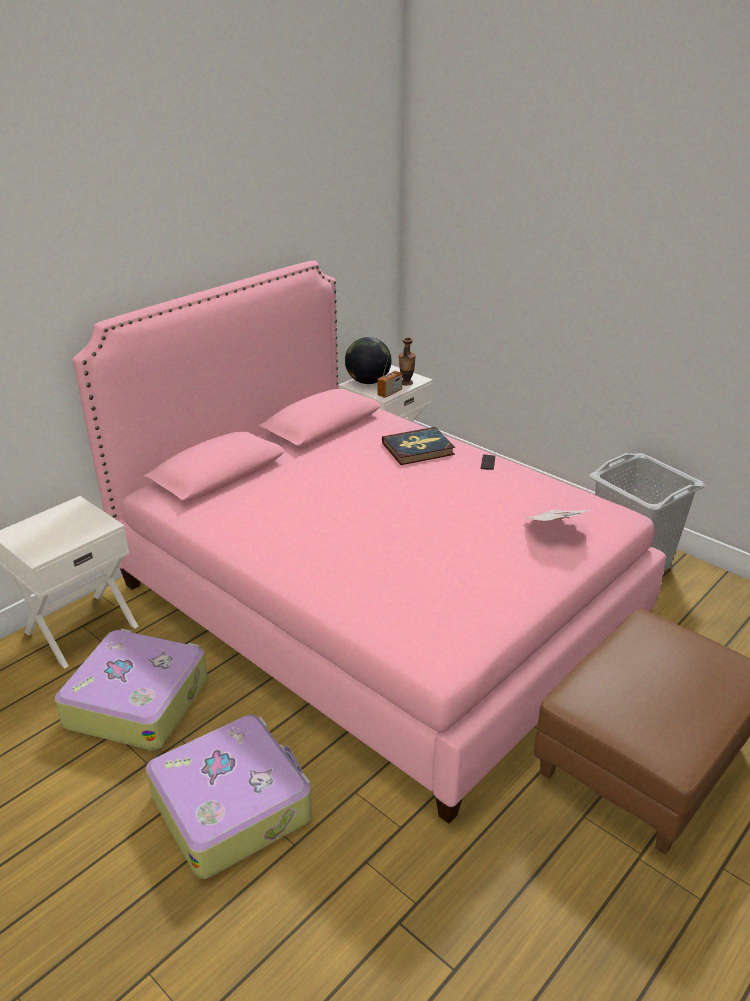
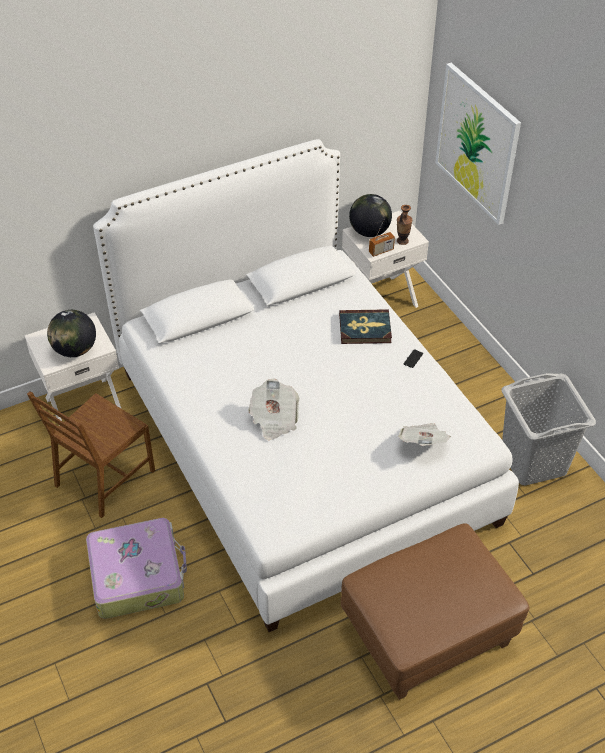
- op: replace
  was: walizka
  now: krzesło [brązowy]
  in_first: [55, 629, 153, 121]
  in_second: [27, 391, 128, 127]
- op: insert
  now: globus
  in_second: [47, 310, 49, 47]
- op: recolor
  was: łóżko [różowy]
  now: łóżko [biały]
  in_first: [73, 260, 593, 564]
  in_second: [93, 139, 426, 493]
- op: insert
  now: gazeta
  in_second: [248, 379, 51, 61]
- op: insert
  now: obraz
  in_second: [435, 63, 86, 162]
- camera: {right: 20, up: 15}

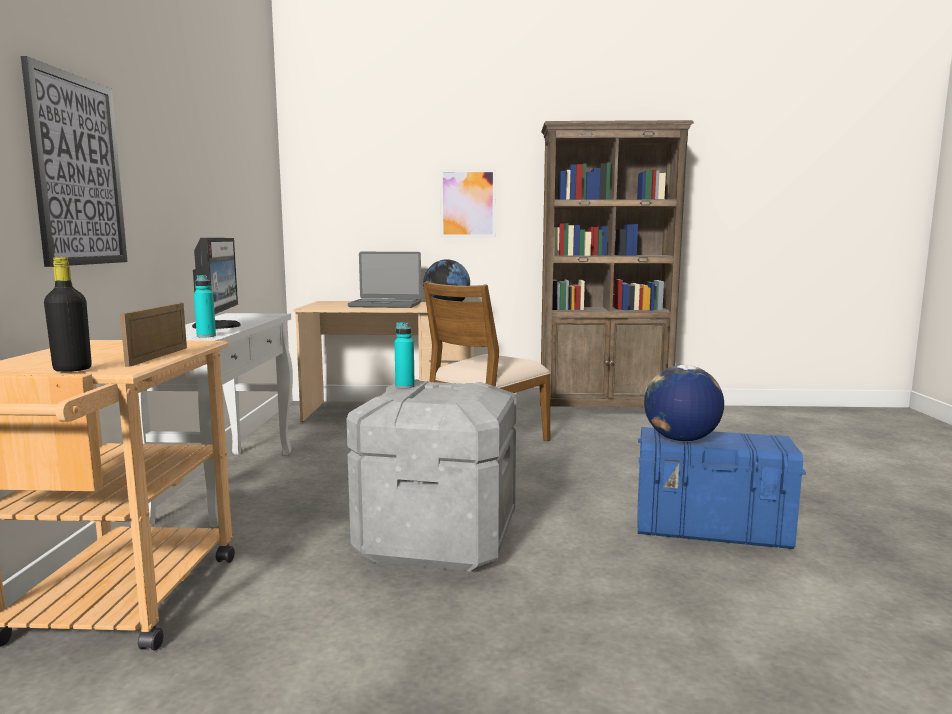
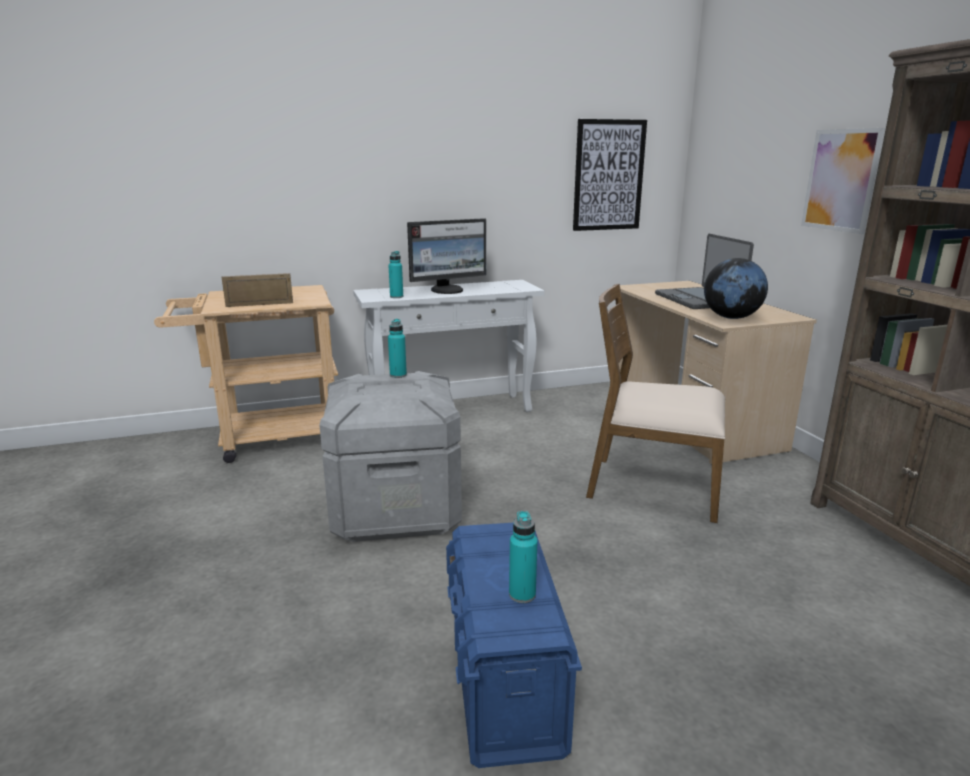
- op: insert
  now: butelka [turkusowy]
  in_second: [509, 511, 29, 92]
- op: move
  was: obraz
  in_first: [21, 56, 106, 211]
  in_second: [573, 119, 74, 112]
- op: delete
  was: butelka [czarny]
  in_first: [44, 257, 48, 115]
- op: delete
  was: globus
  in_first: [644, 365, 80, 77]
- camera: {right: 70, up: 10}

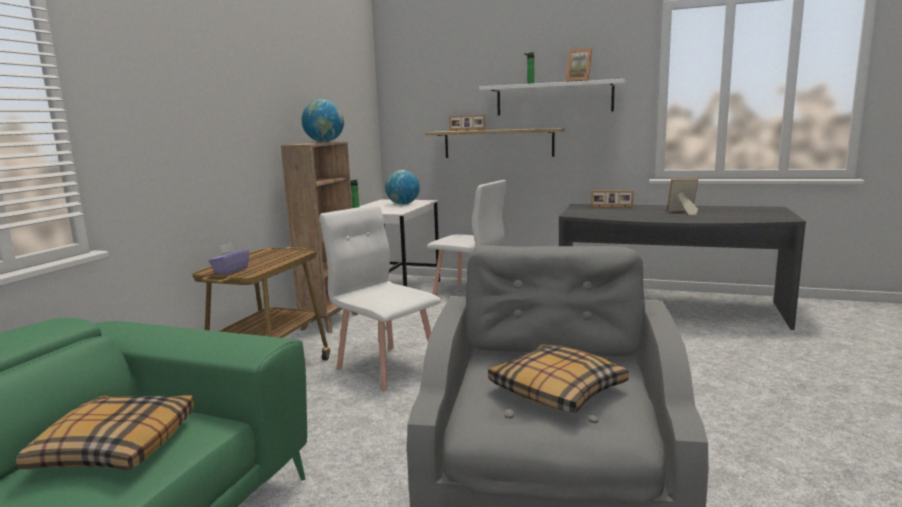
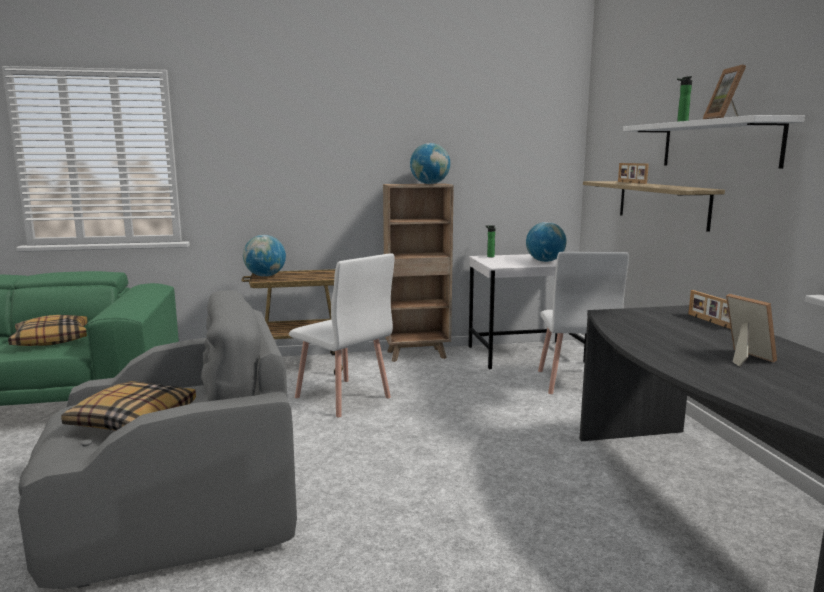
- op: replace
  was: pudełko chusteczek [fioletowy]
  now: globus
  in_first: [209, 243, 40, 31]
  in_second: [243, 235, 43, 42]
- op: rotate
  was: krzesło [biały]
  in_first: [320, 205, 121, 186]
  in_second: [289, 253, 106, 164]
  clockwise: 120
- camera: {right: 60, up: 0}

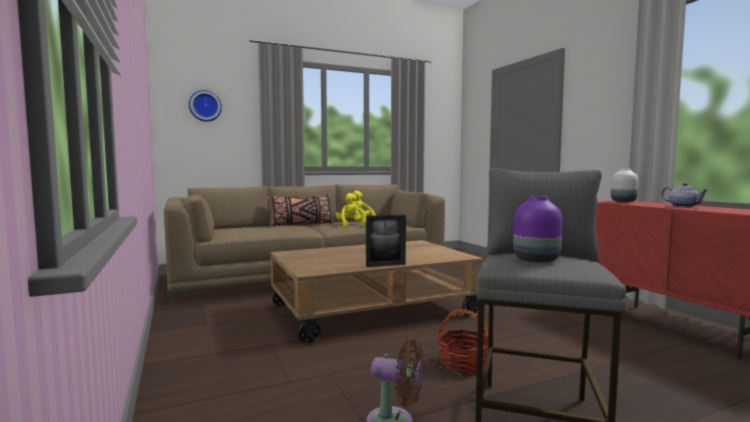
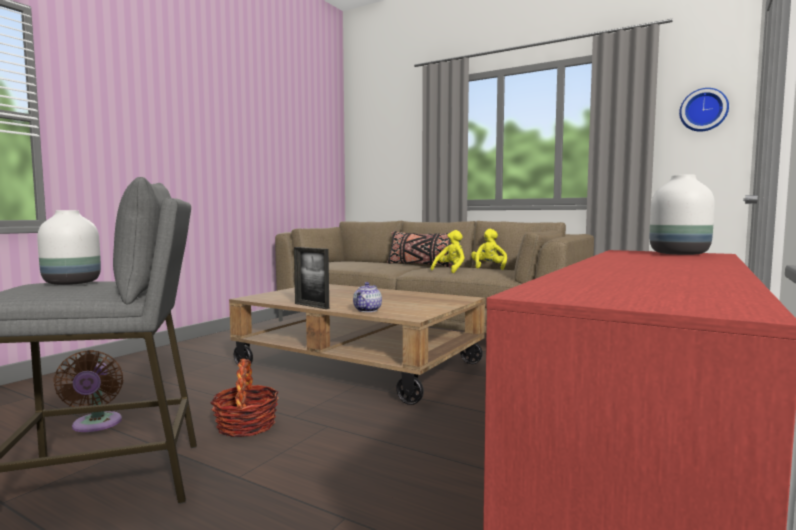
- op: recolor
  was: wazon [fioletowy]
  now: wazon [biały]
  in_first: [513, 196, 50, 66]
  in_second: [37, 210, 64, 75]
- op: move
  was: imbryk
  in_first: [662, 183, 46, 25]
  in_second: [353, 282, 29, 30]
- op: move
  was: zegar ścienny
  in_first: [189, 90, 33, 32]
  in_second: [679, 88, 50, 44]
- camera: {right: 55, up: 0}

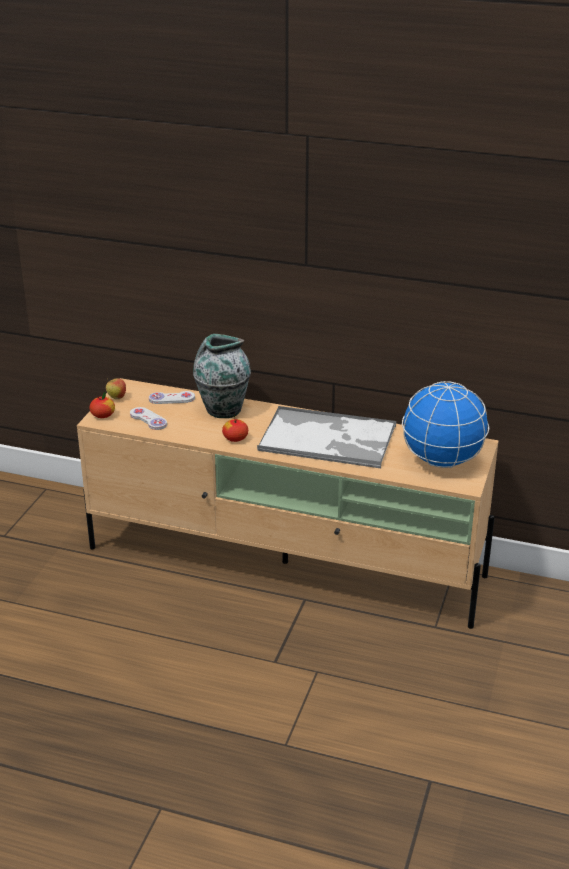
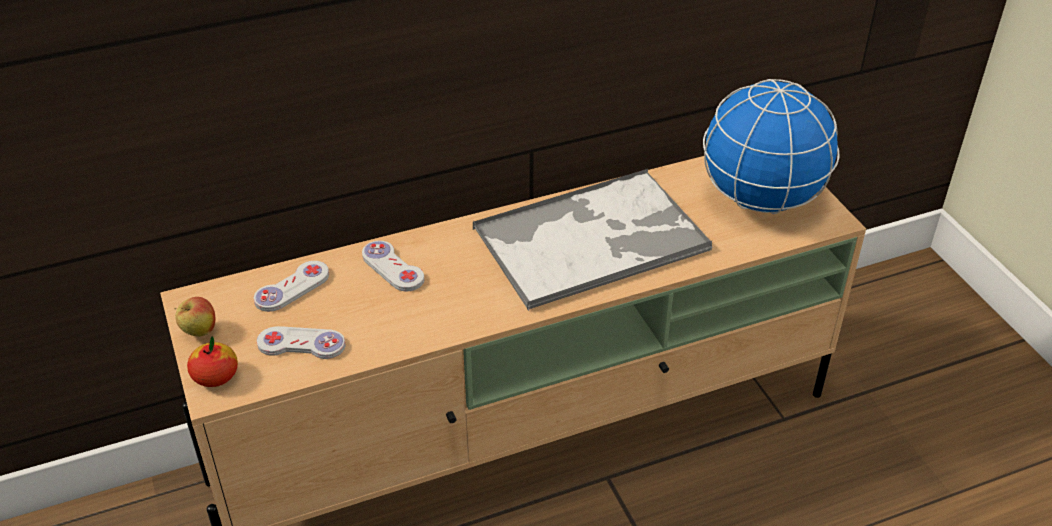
- op: replace
  was: wazon
  now: pad do gier [biały]
  in_first: [193, 334, 58, 84]
  in_second: [362, 241, 62, 50]
- op: delete
  was: jabłko
  in_first: [222, 419, 26, 23]
- camera: {right: -40, up: 10}

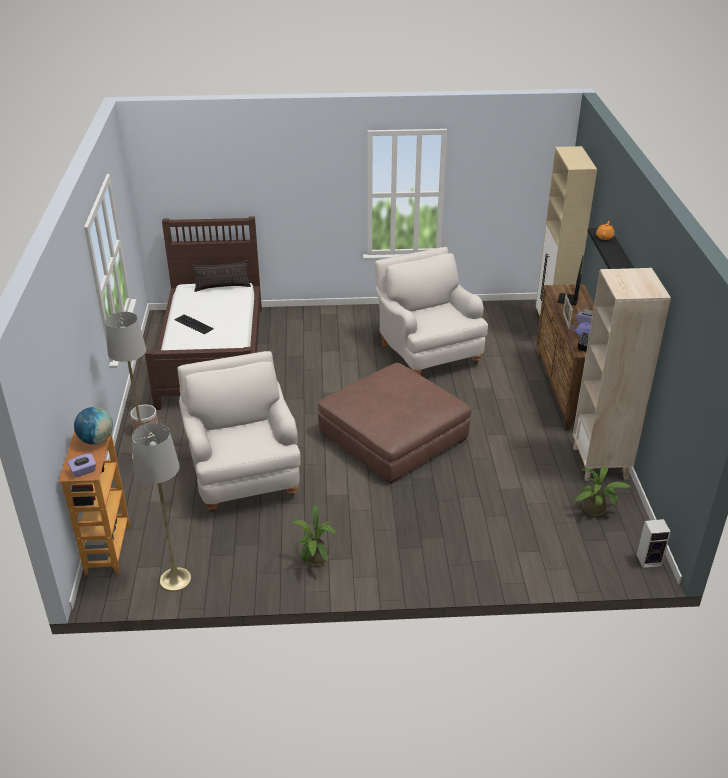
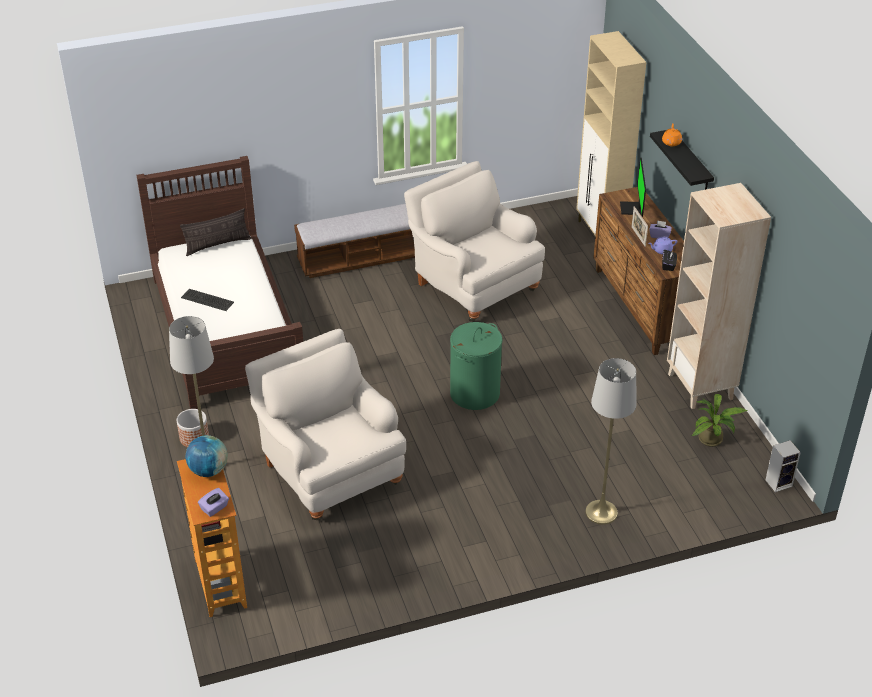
- op: insert
  now: ławka
  in_second: [294, 204, 121, 74]
- op: replace
  was: pufa [brązowy]
  now: kosz na pranie [zielony]
  in_first: [318, 363, 153, 120]
  in_second: [450, 322, 53, 88]
- op: move
  was: lampa stojąca [szary]
  in_first: [132, 423, 60, 169]
  in_second: [585, 358, 51, 167]
- op: delete
  was: roślina doniczkowa
  in_first: [291, 503, 45, 63]
- camera: {right: -15, up: 5}

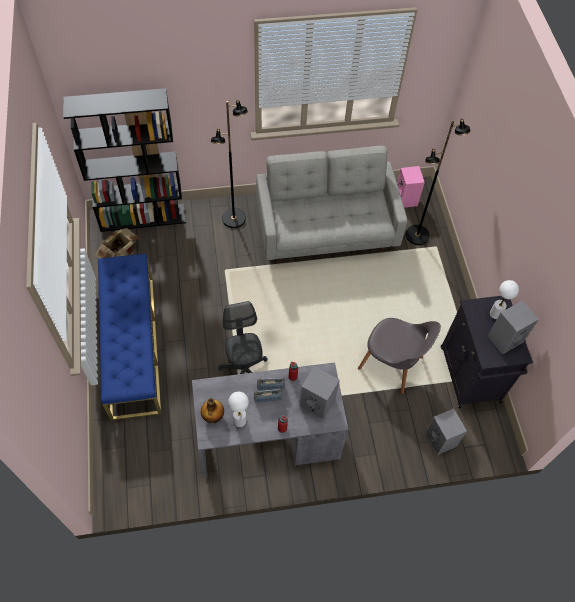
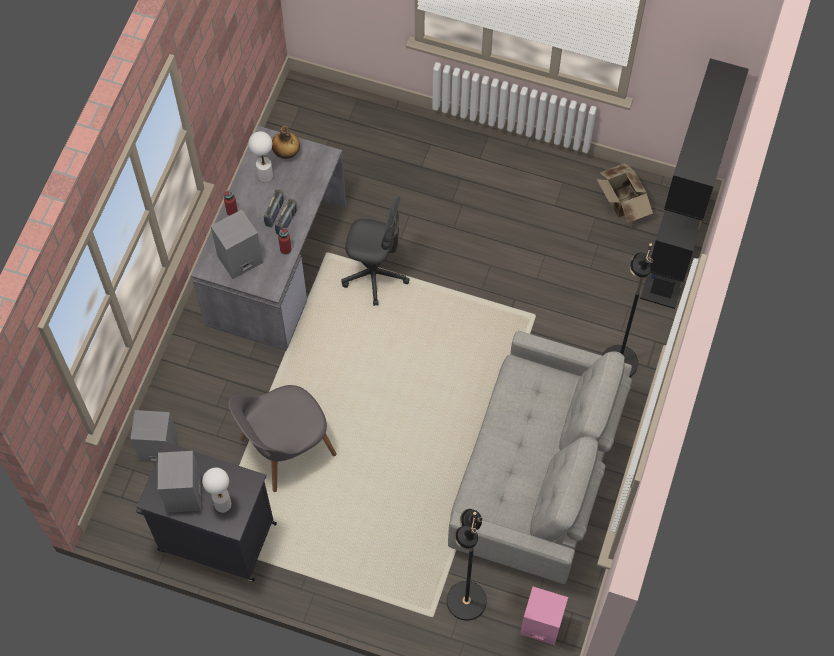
- op: delete
  was: ławka [niebieski]
  in_first: [98, 254, 63, 167]
- camera: {right: 120, up: 5}

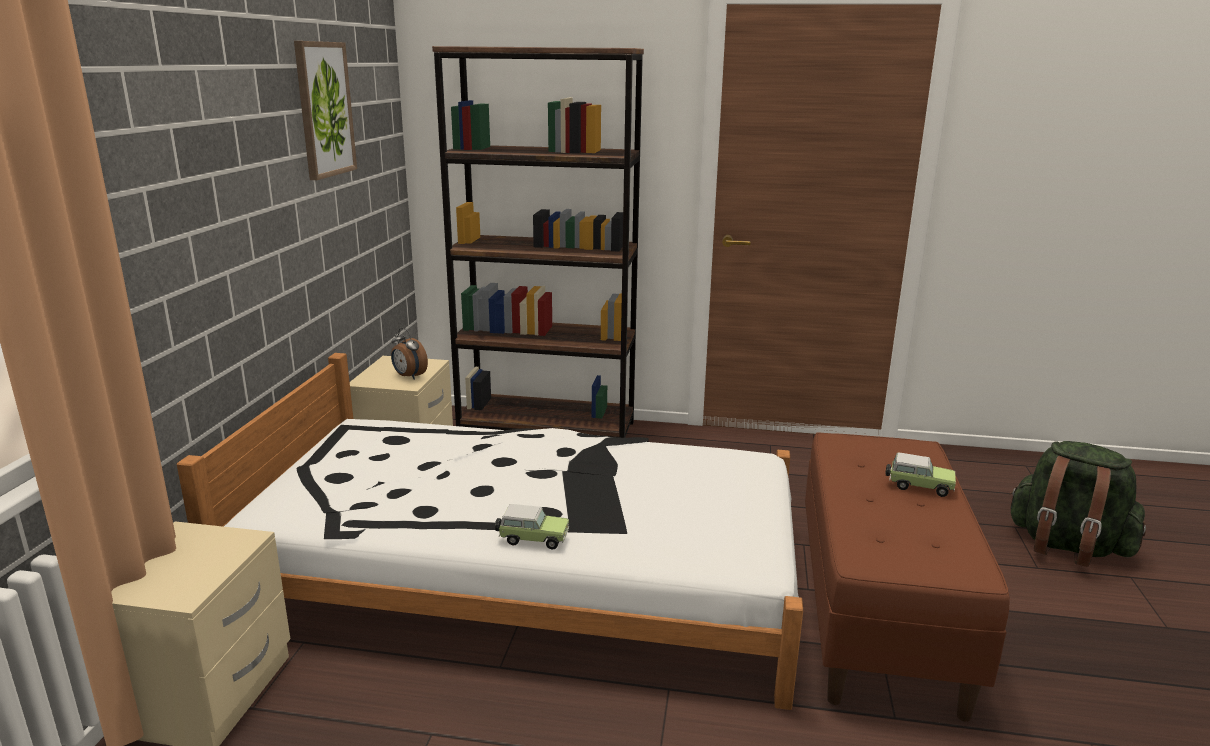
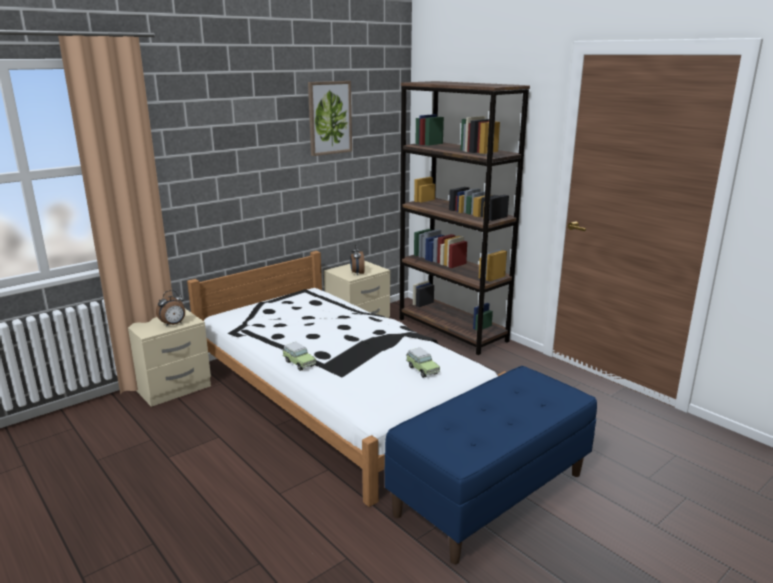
- op: insert
  now: budzik
  in_second: [156, 290, 29, 37]
- op: recolor
  was: ławka [brązowy]
  now: ławka [niebieski]
  in_first: [805, 432, 205, 290]
  in_second: [385, 366, 212, 198]
- op: move
  was: samochodzik
  in_first: [885, 453, 71, 44]
  in_second: [406, 347, 34, 31]
- op: delete
  was: plecak [zielony]
  in_first: [1010, 441, 136, 126]
- camera: {right: 40, up: 0}

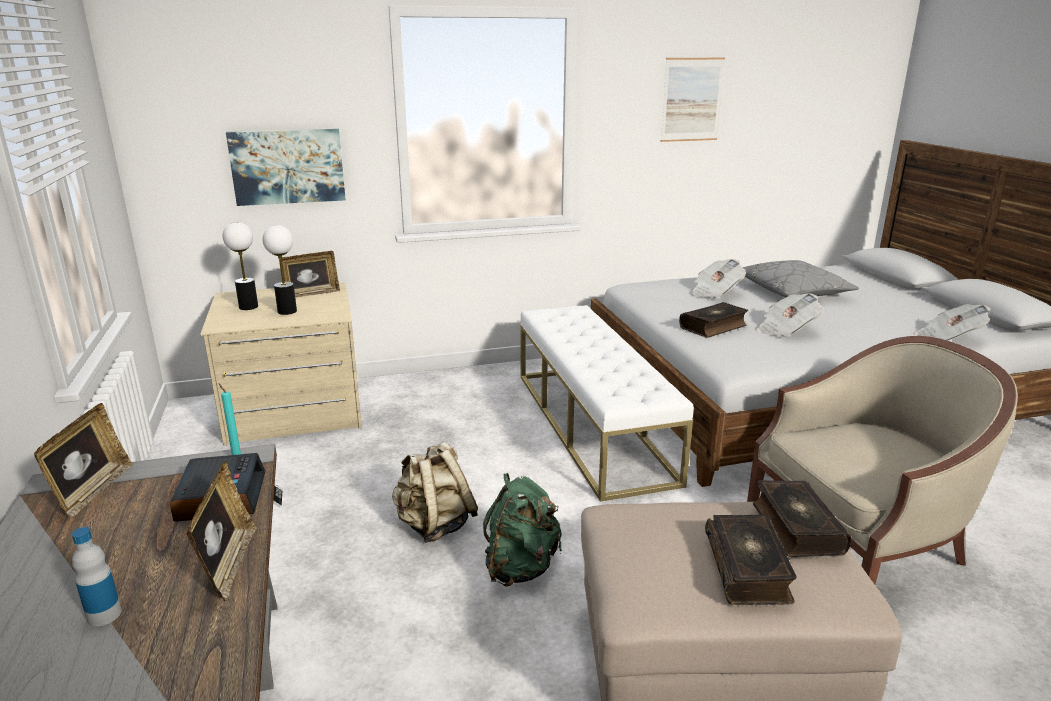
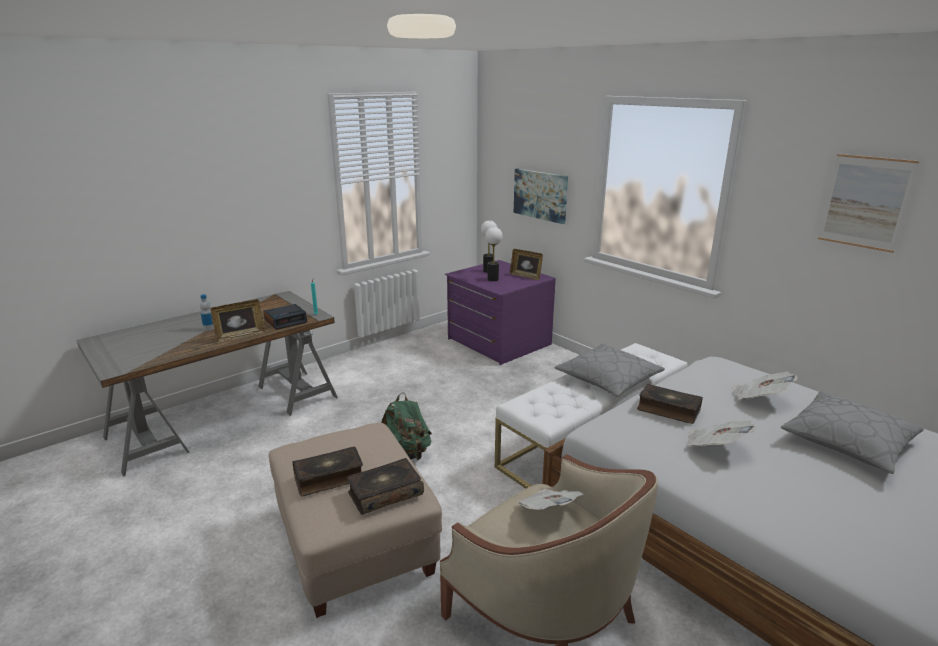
- op: recolor
  was: komoda [beżowy]
  now: komoda [fioletowy]
  in_first: [200, 283, 162, 163]
  in_second: [445, 260, 111, 105]
- op: move
  was: gazeta
  in_first: [914, 304, 77, 36]
  in_second: [516, 489, 68, 21]
- op: insert
  now: poduszka [szary]
  in_second: [554, 344, 111, 53]
- op: delete
  was: ramka na zdjęcie
  in_first: [34, 403, 99, 115]
- op: delete
  was: plecak [beżowy]
  in_first: [392, 441, 86, 102]
- camera: {right: 65, up: 0}

